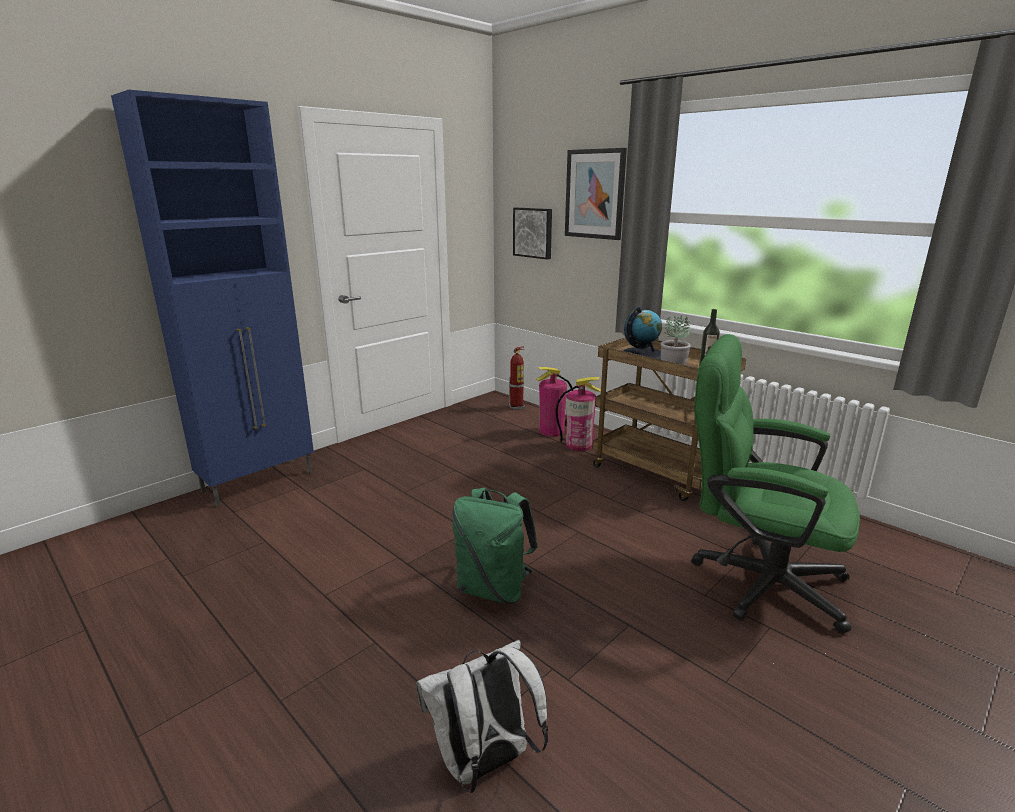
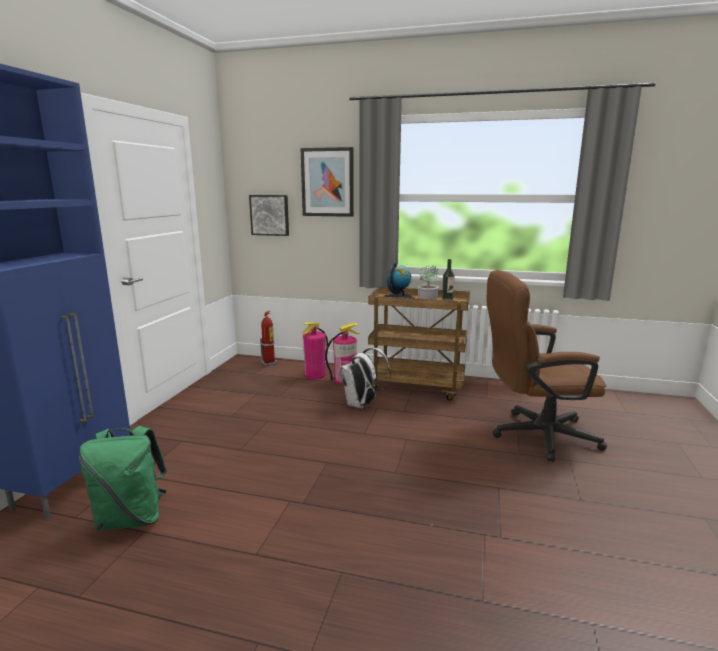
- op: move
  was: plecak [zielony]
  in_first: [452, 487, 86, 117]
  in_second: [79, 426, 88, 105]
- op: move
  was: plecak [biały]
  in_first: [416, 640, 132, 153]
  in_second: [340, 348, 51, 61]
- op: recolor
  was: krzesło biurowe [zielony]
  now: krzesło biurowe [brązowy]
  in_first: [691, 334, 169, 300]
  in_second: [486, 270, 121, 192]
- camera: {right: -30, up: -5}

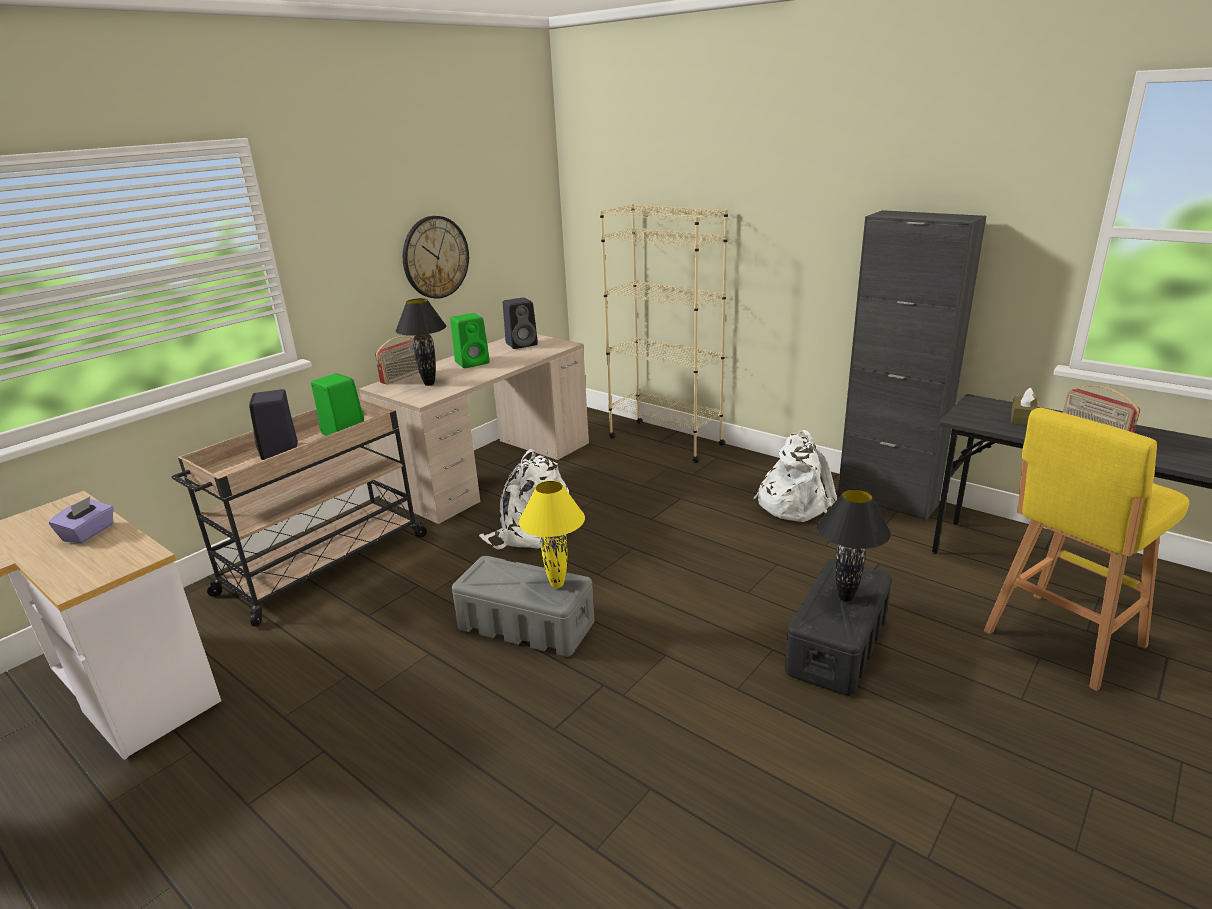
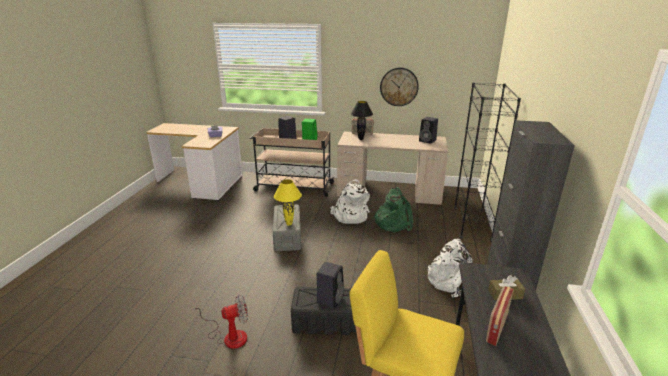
- op: insert
  now: wentylator
  in_second: [194, 295, 54, 54]
- op: replace
  was: lampa stołowa [czarny]
  now: głośnik [czarny]
  in_first: [817, 489, 74, 113]
  in_second: [317, 262, 27, 46]
- op: insert
  now: plecak [zielony]
  in_second: [372, 187, 41, 45]
- op: recolor
  was: regał [beżowy]
  now: regał [czarny]
  in_first: [600, 203, 128, 260]
  in_second: [454, 82, 67, 160]
- op: delete
  was: głośnik [zielony]
  in_first: [450, 313, 40, 55]
- camera: {right: 60, up: 0}

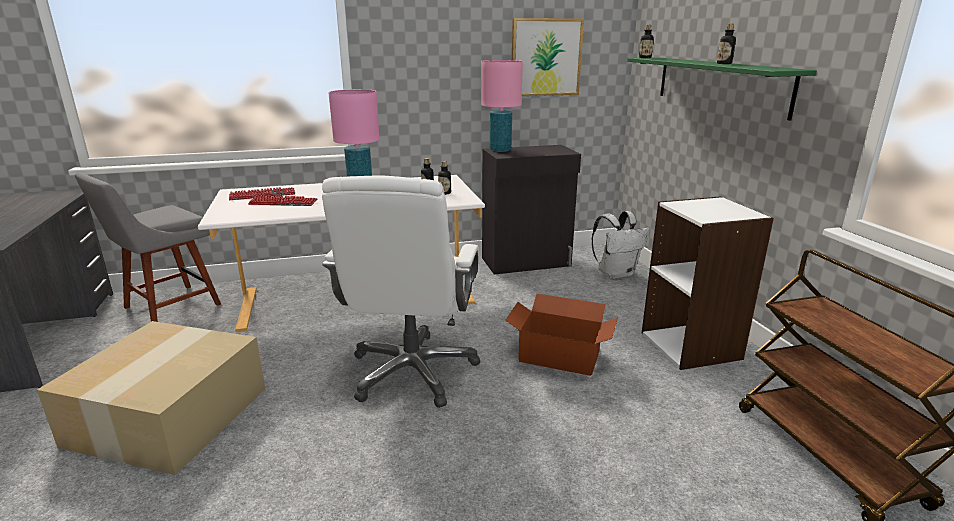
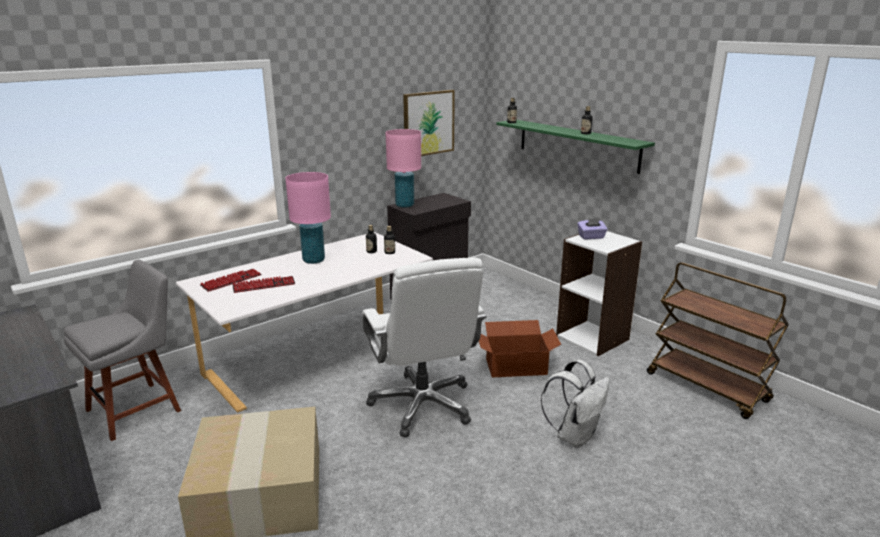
- op: rotate
  was: krzesło [szary]
  in_first: [75, 173, 146, 149]
  in_second: [64, 260, 117, 181]
  clockwise: -150
- op: move
  was: plecak [biały]
  in_first: [592, 211, 58, 68]
  in_second: [541, 360, 69, 88]
- op: insert
  now: pudełko chusteczek [fioletowy]
  in_second: [578, 219, 30, 20]
- camera: {right: -25, up: 0}

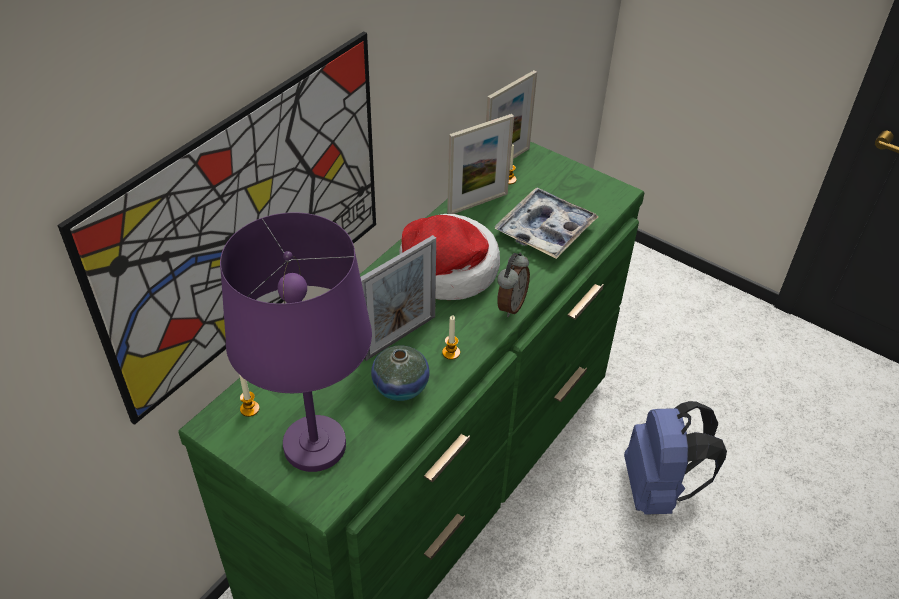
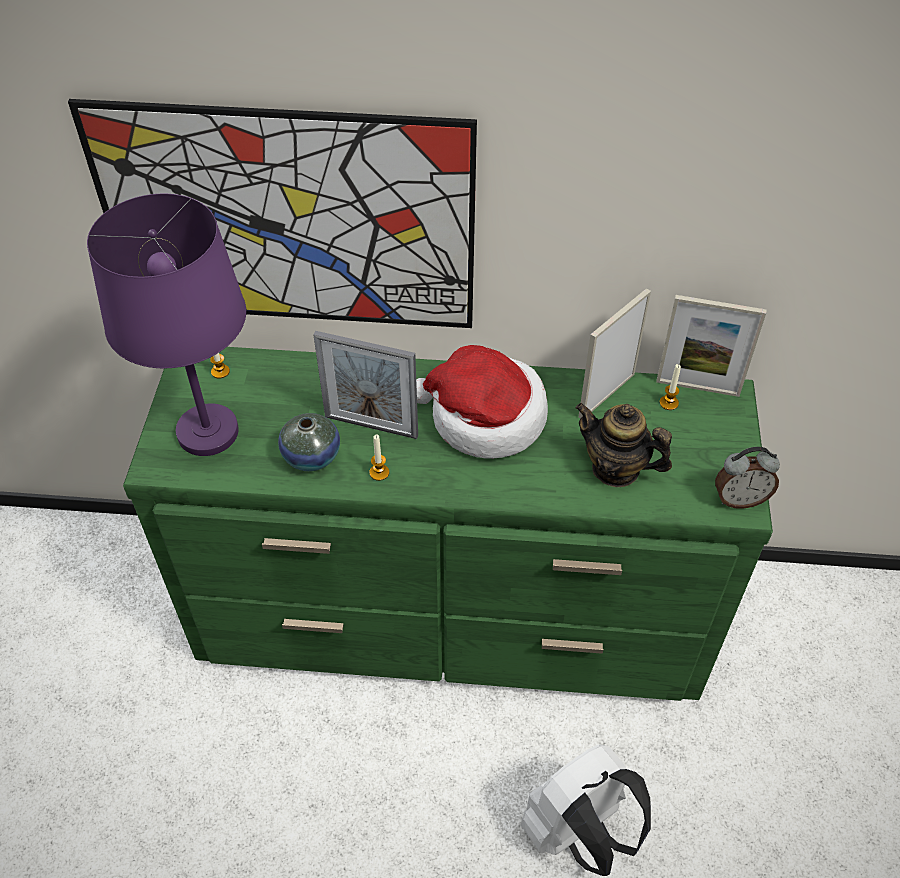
- op: recolor
  was: plecak [niebieski]
  now: plecak [biały]
  in_first: [624, 401, 103, 114]
  in_second: [520, 744, 131, 132]
- op: replace
  was: taca
  now: imbryk
  in_first: [494, 188, 105, 71]
  in_second: [575, 403, 97, 84]
- op: rotate
  was: ramka na zdjęcie
  in_first: [447, 114, 67, 100]
  in_second: [579, 288, 72, 131]
  clockwise: 105
- op: move
  was: budzik
  in_first: [497, 253, 33, 64]
  in_second: [715, 447, 65, 62]
- camera: {right: 60, up: 5}

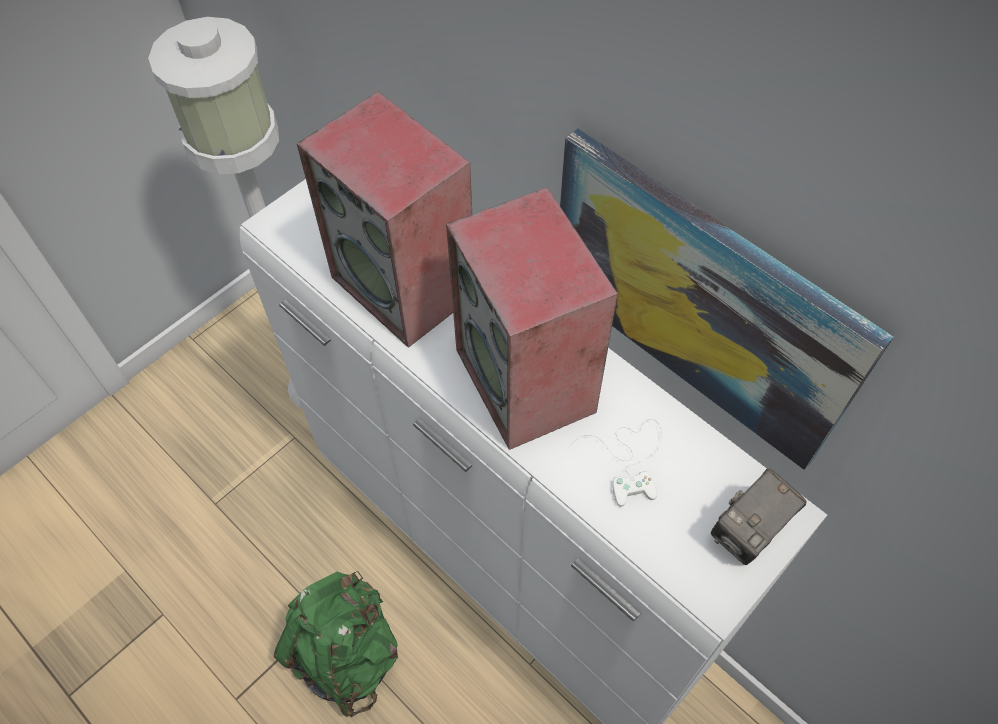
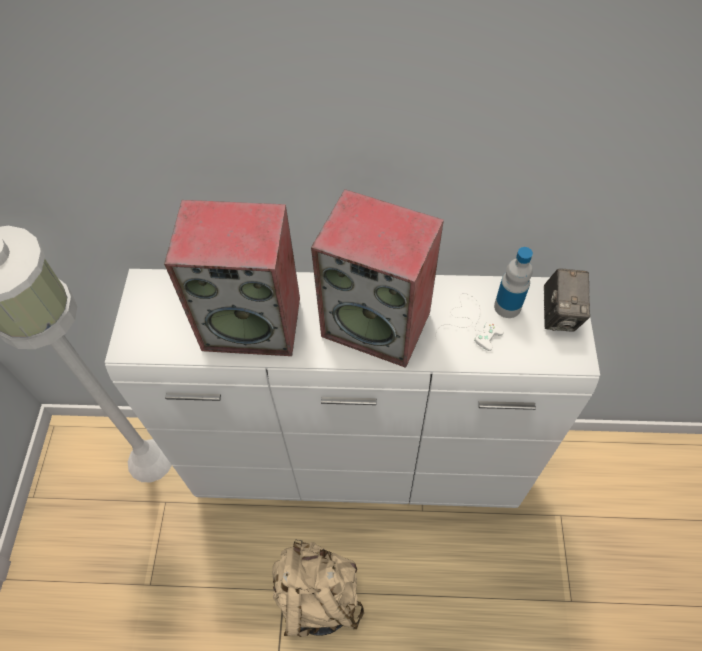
- op: recolor
  was: plecak [zielony]
  now: plecak [beżowy]
  in_first: [274, 571, 124, 146]
  in_second: [272, 539, 92, 98]
- op: insert
  now: butelka
  in_second: [494, 247, 39, 71]
- op: delete
  was: obraz
  in_first: [560, 129, 333, 341]
- camera: {right: -40, up: 0}

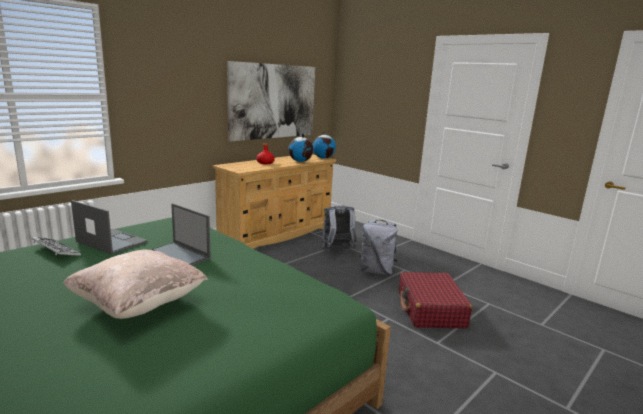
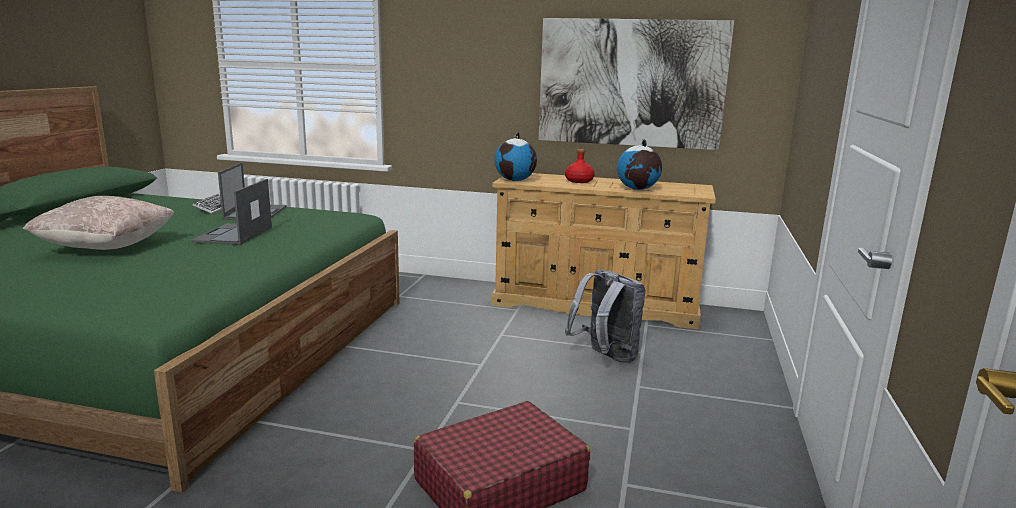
- op: move
  was: globus
  in_first: [313, 132, 23, 27]
  in_second: [495, 132, 42, 49]
- op: delete
  was: plecak [szary]
  in_first: [359, 220, 39, 55]
- camera: {right: 60, up: 0}

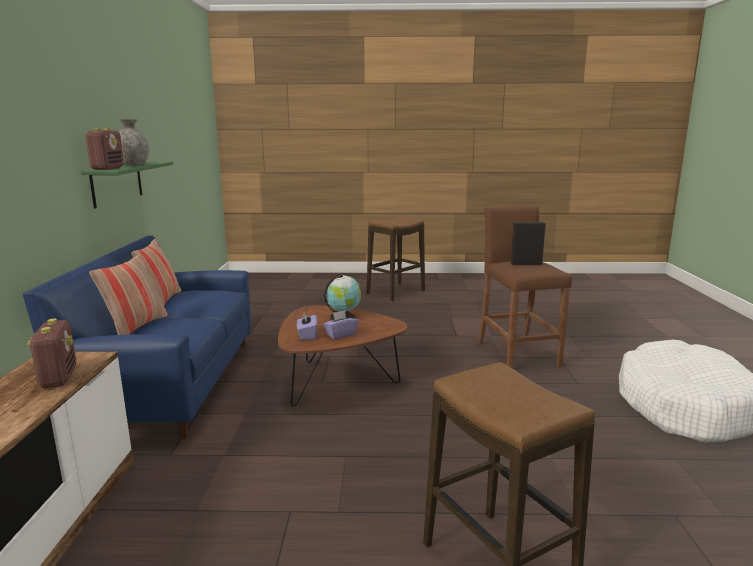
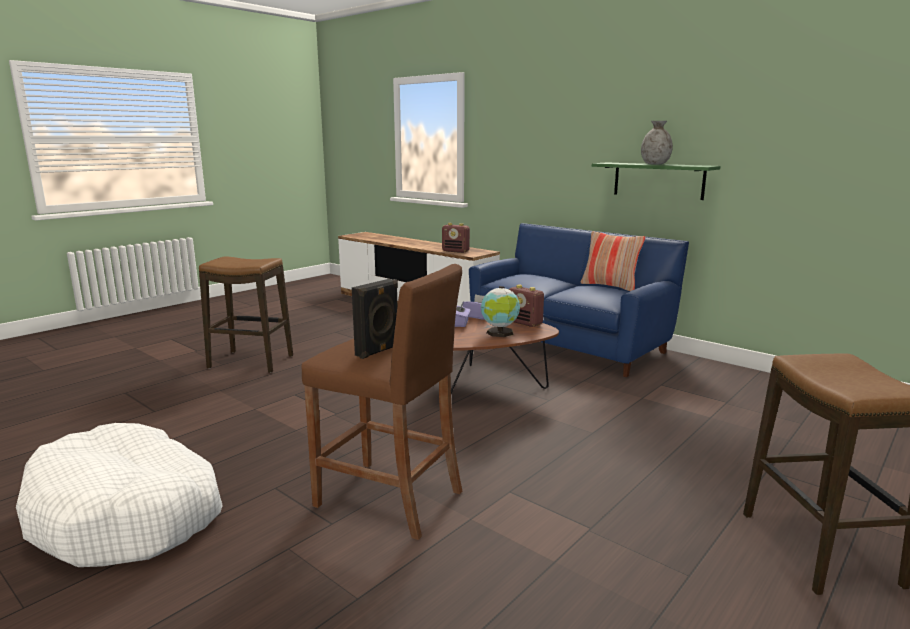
- op: move
  was: radio
  in_first: [86, 127, 38, 43]
  in_second: [509, 285, 35, 42]
- op: delete
  was: poduszka
  in_first: [89, 254, 79, 81]
- camera: {right: 130, up: 0}

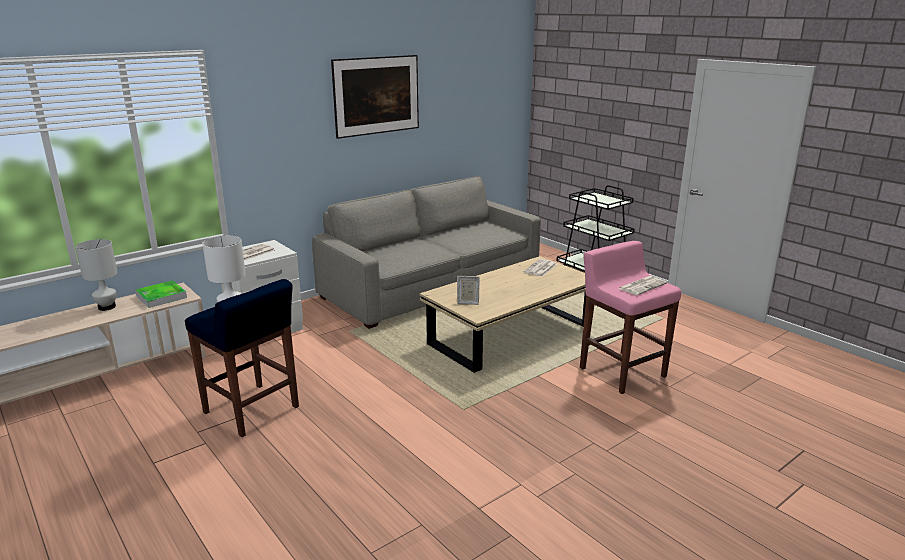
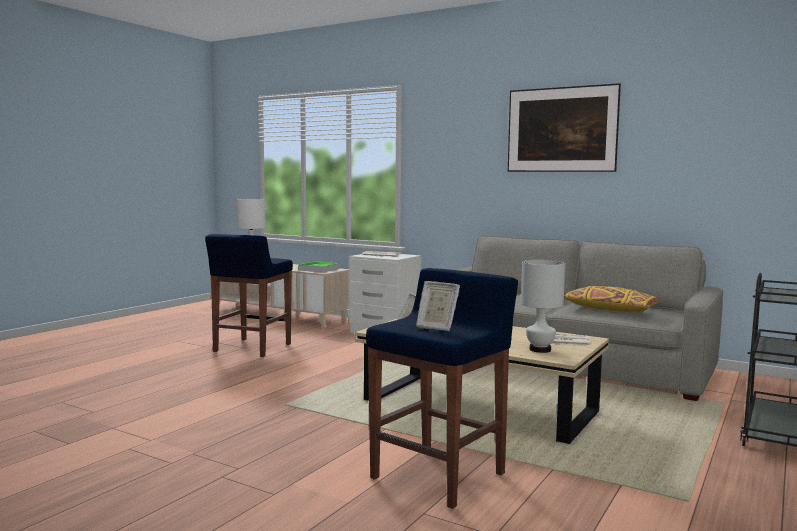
- op: recolor
  was: stołek [różowy]
  now: stołek [niebieski]
  in_first: [580, 241, 101, 153]
  in_second: [366, 268, 152, 241]
- op: replace
  was: gazeta
  now: ramka na zdjęcie
  in_first: [618, 276, 49, 19]
  in_second: [416, 281, 44, 50]
- op: move
  was: lampa stołowa [biały]
  in_first: [75, 239, 42, 72]
  in_second: [521, 260, 44, 93]
- op: insert
  now: poduszka [żółty]
  in_second: [564, 286, 97, 26]
- camera: {right: 70, up: -15}

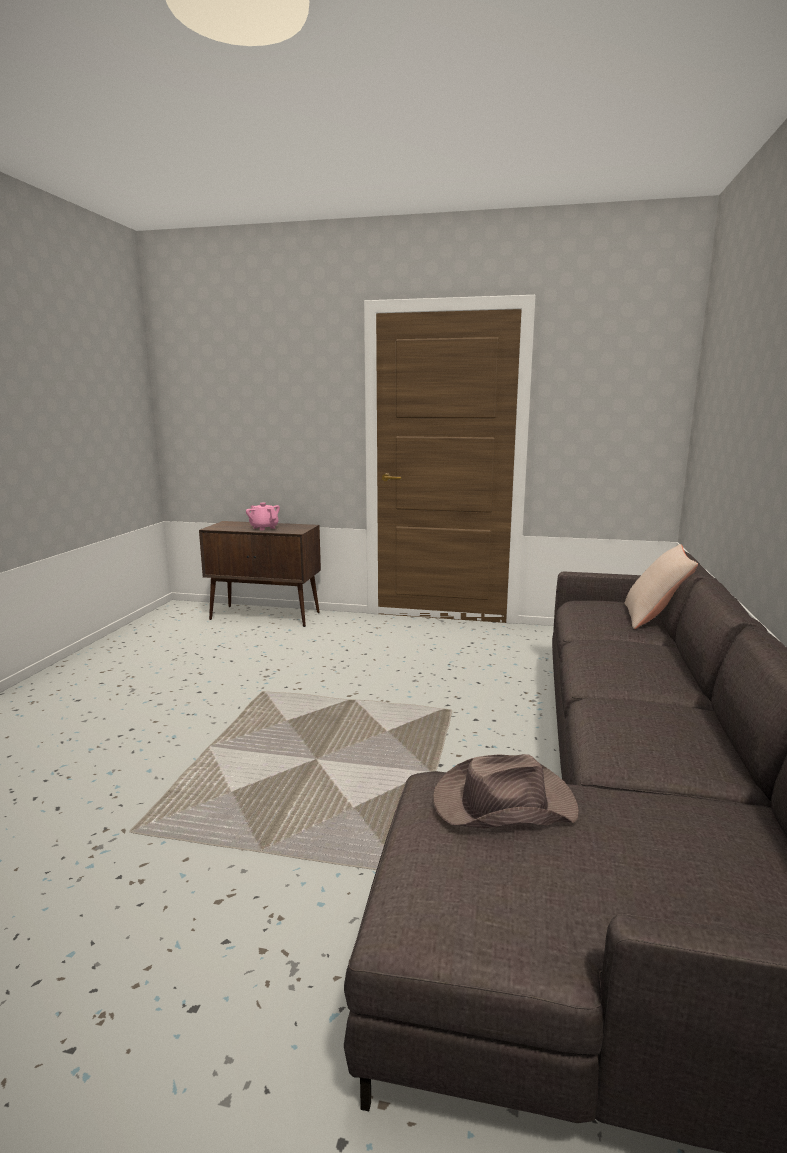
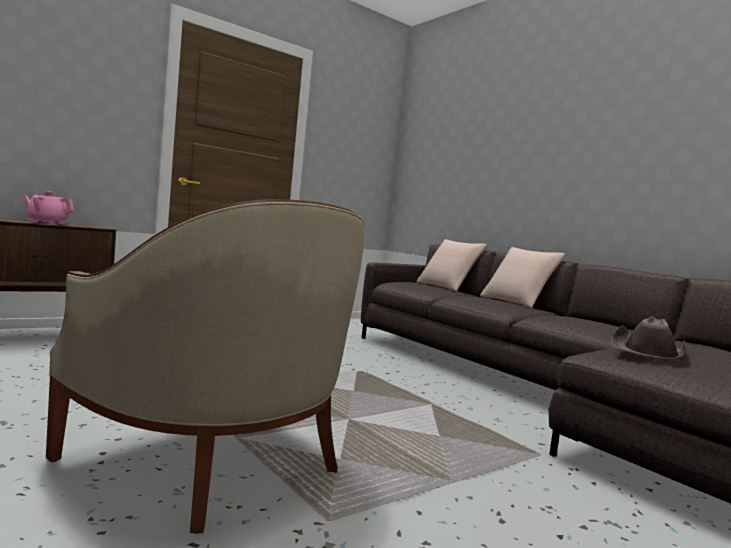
- op: insert
  now: fotel [beżowy]
  in_second: [46, 199, 318, 335]
- op: insert
  now: poduszka [beżowy]
  in_second: [480, 247, 85, 61]
- camera: {right: -50, up: -10}

